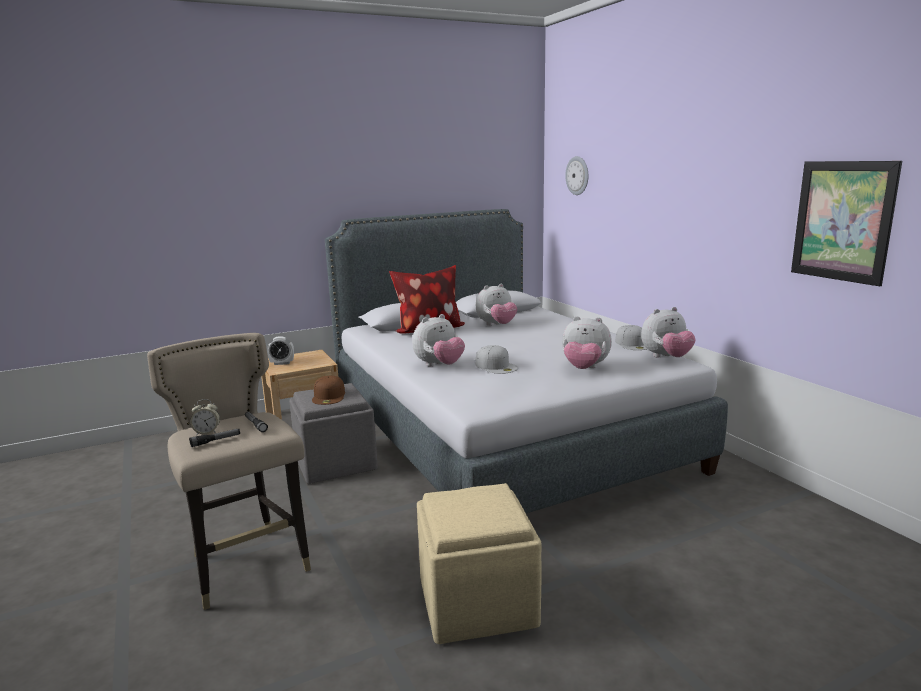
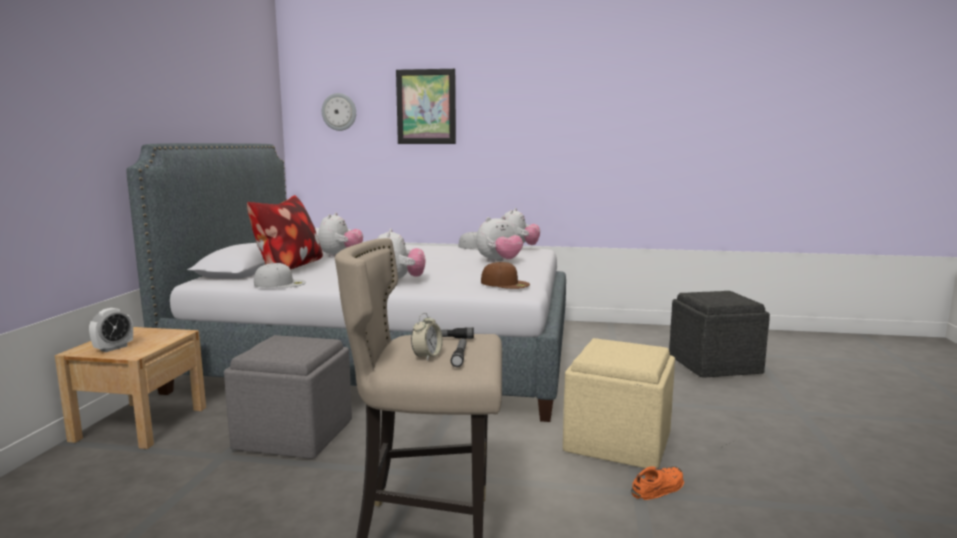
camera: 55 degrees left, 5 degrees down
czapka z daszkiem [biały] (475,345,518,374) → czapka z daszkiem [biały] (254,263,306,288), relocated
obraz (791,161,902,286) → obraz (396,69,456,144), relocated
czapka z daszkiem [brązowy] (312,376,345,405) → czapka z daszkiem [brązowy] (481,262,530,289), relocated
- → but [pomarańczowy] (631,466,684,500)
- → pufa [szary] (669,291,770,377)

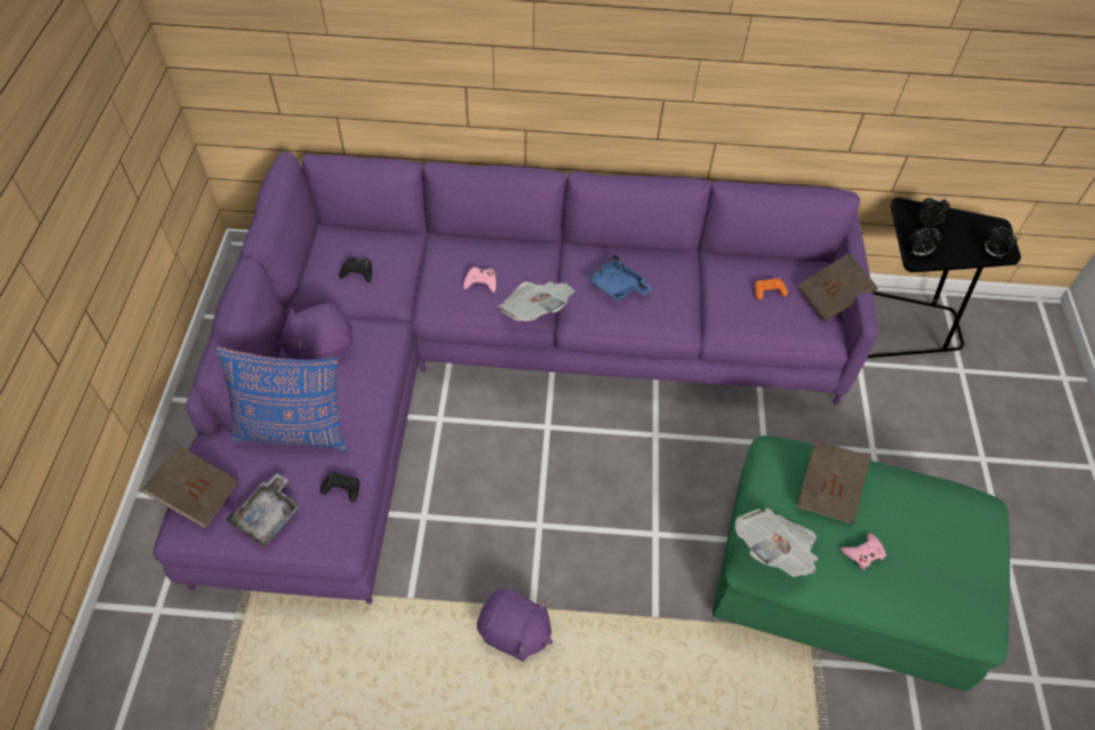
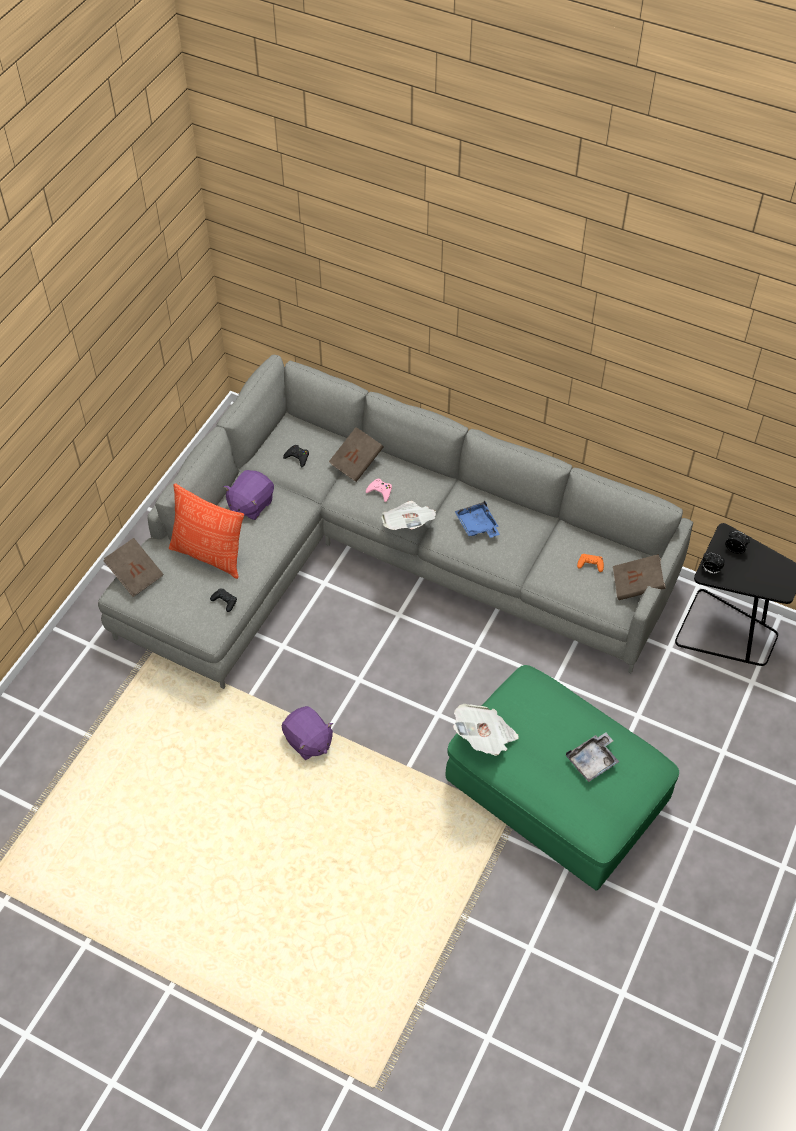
camera: 25 degrees right, 0 degrees up
kanapa [fioletowy] (153,152,879,604) → kanapa [szary] (98,355,693,689)
poduszka [niebieski] (215,347,348,452) → poduszka [pomarańczowy] (169,483,244,579)
pluszak [fioletowy] (278,303,353,361) → pluszak [fioletowy] (224,470,274,520), 60 degrees counterclockwise
książka [brązowy] (797,440,871,524) → książka [brązowy] (329,427,384,482), relocated
taca [szary] (225,473,301,547) → taca [szary] (566,733,619,782), relocated
pad do gier [różowy] (841,533,886,570) → -
budzik (983,227,1017,258) → -

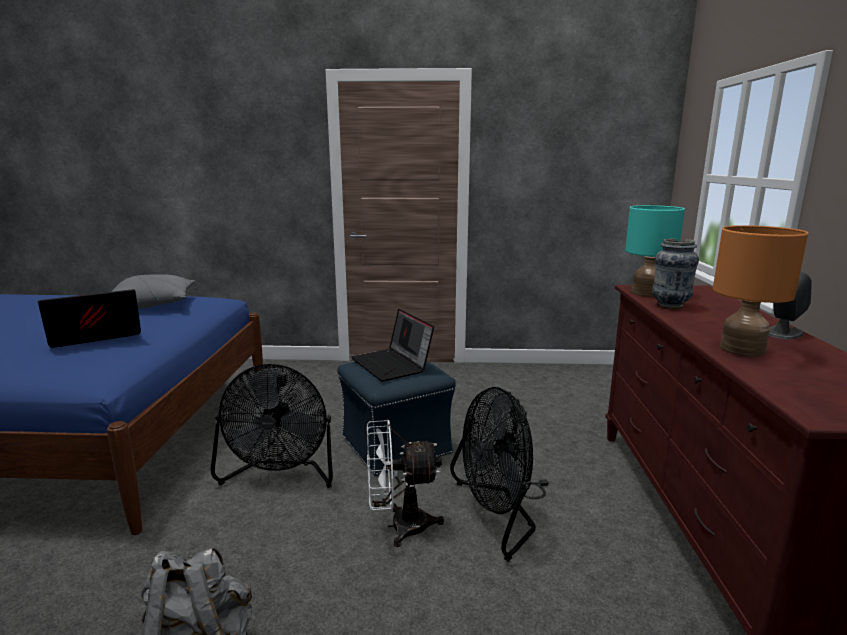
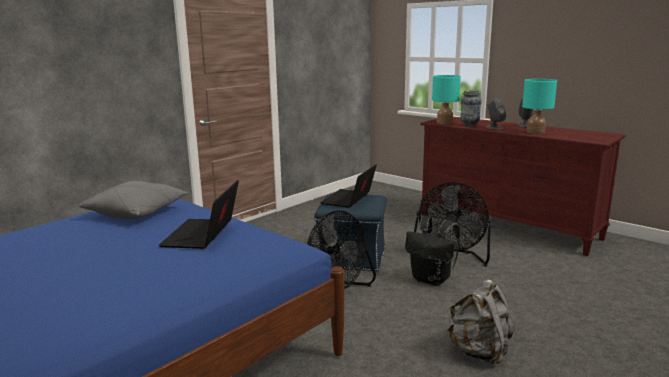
camera: 50 degrees left, 0 degrees up
laptop (351,309,434,382) → laptop (320,164,377,208), 105 degrees clockwise
wentylator [biały] (367,420,444,547) → plecak [czarny] (405,216,460,286)
- → głośnik [szary] (486,98,506,130)
lampa stołowa [pomarańczowy] (712,225,808,357) → lampa stołowa [turkusowy] (522,79,557,134)

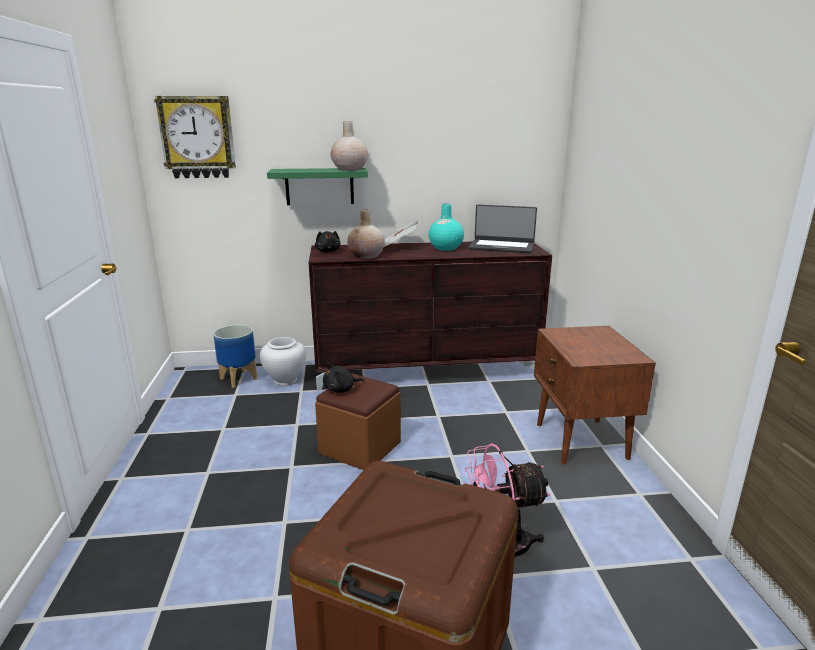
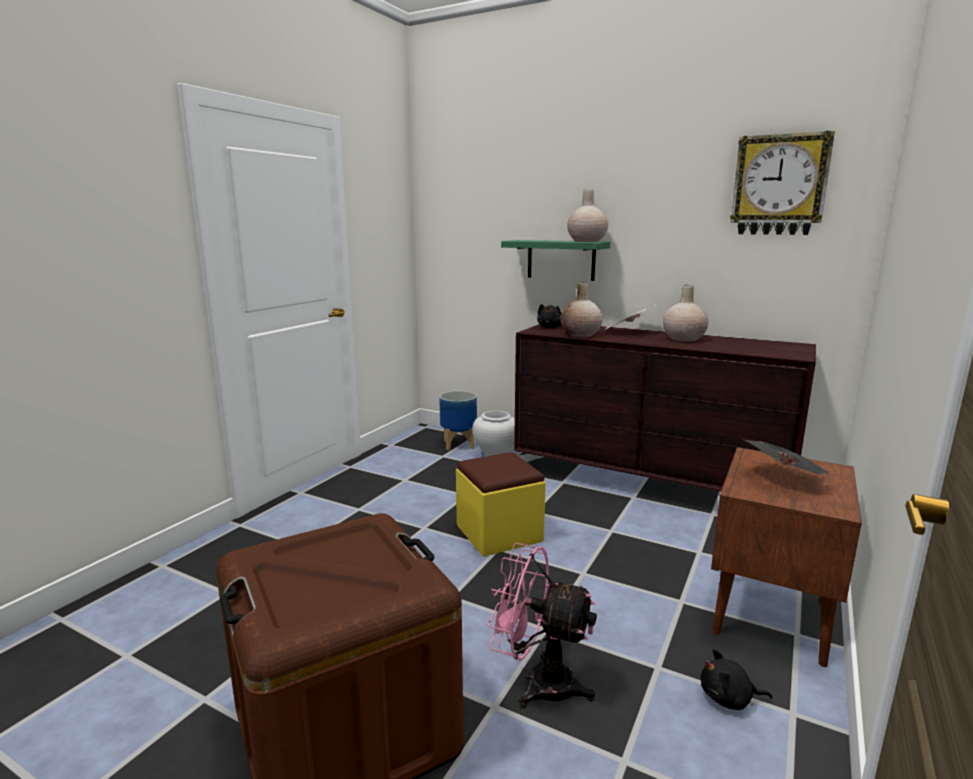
camera: 35 degrees right, 5 degrees down
pufa [brązowy] (315,374,401,470) → pufa [żółty] (456,452,546,557)
wazon [turkusowy] (428,203,464,251) → wazon [beżowy] (663,285,708,342)
pluszak [czarny] (323,363,364,393) → pluszak [czarny] (701,649,772,710), relocated
zegar ścienny (154,96,236,178) → zegar ścienny (730,131,835,235), relocated
- → gazeta (744,440,830,476)
laptop (468,204,537,253) → -

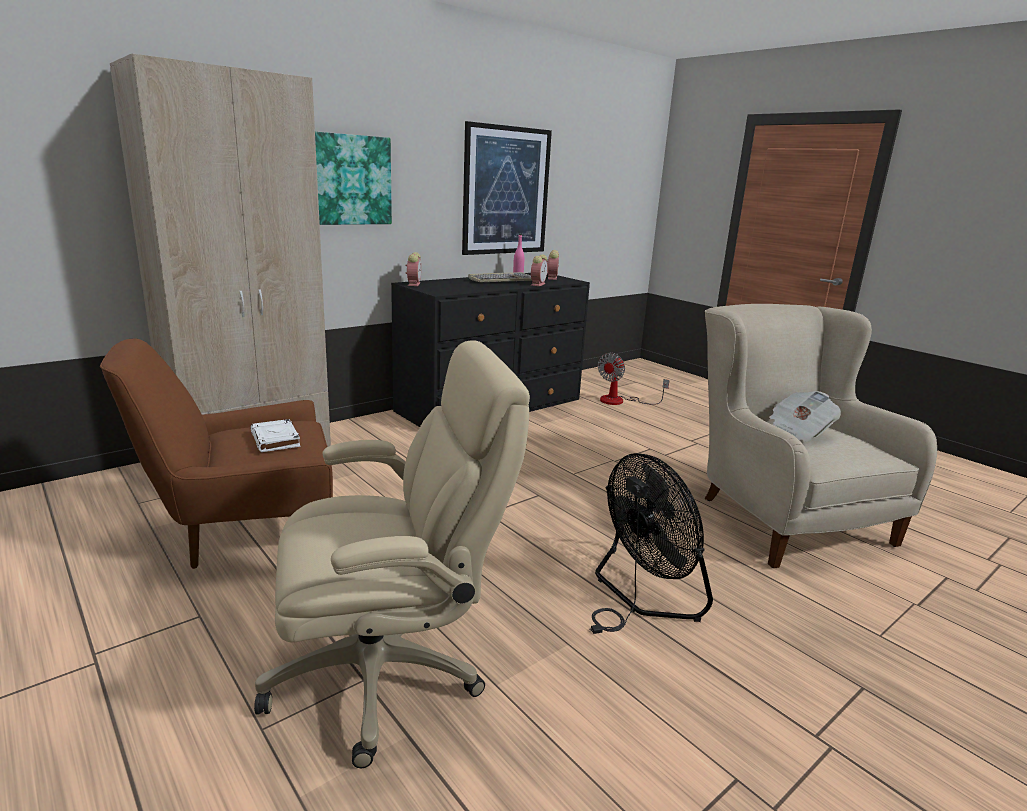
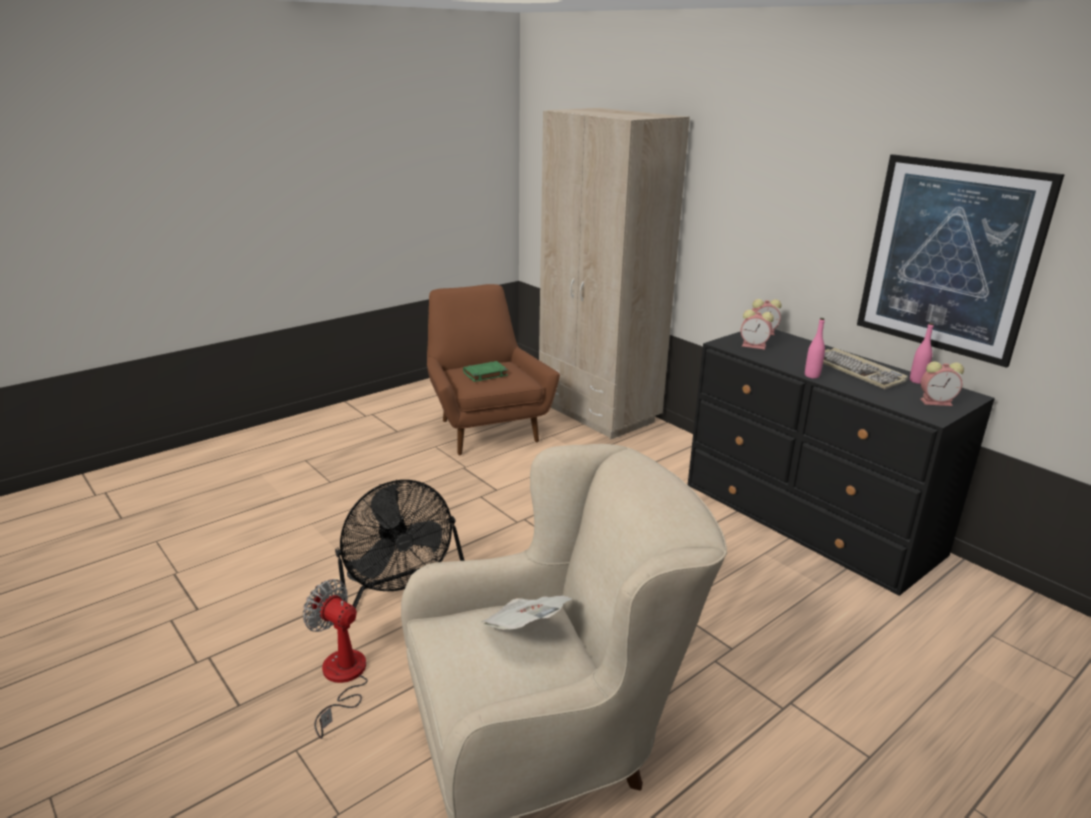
camera: 90 degrees right, 5 degrees up
wentylator (598,352,669,405) → wentylator (303,579,368,739), relocated
książka [biały] (250,419,301,452) → książka [zielony] (463,361,508,382)
budzik (531,254,548,286) → budzik (741,310,774,350), relocated
- → butelka [różowy] (805,318,825,378)
krzesło biurowe [beżowy] (254,340,530,768) → -
obraz (315,132,392,225) → -

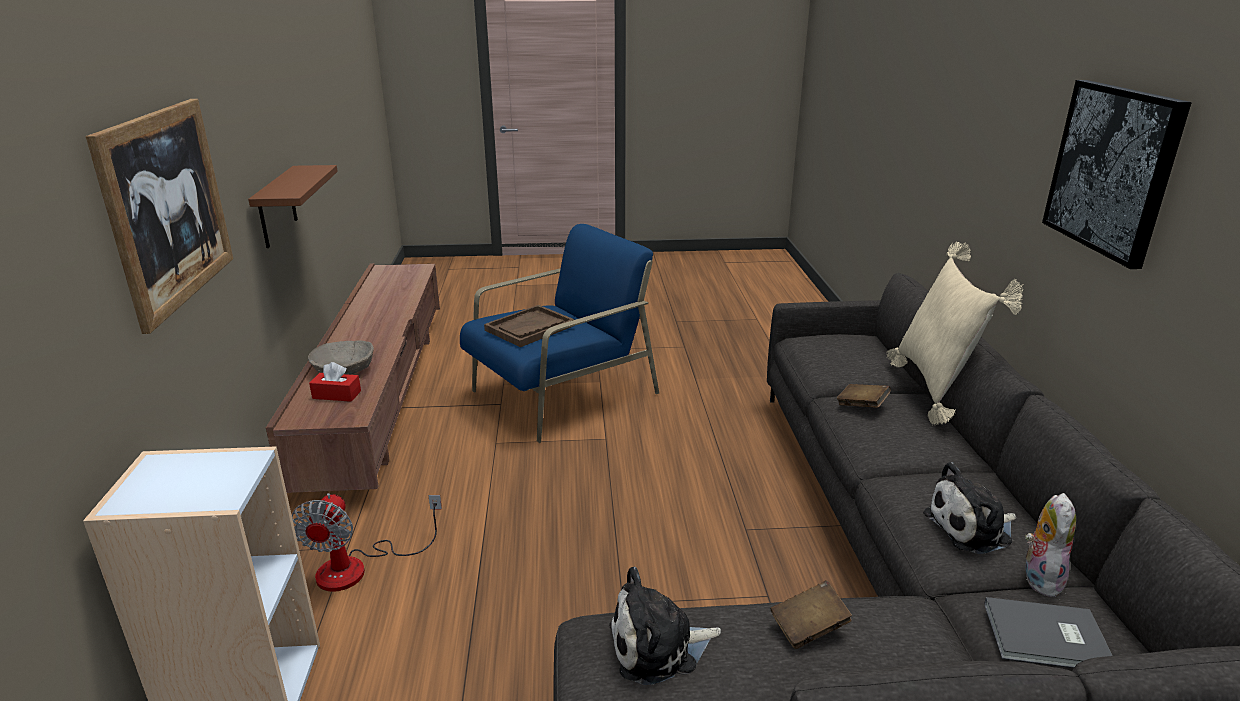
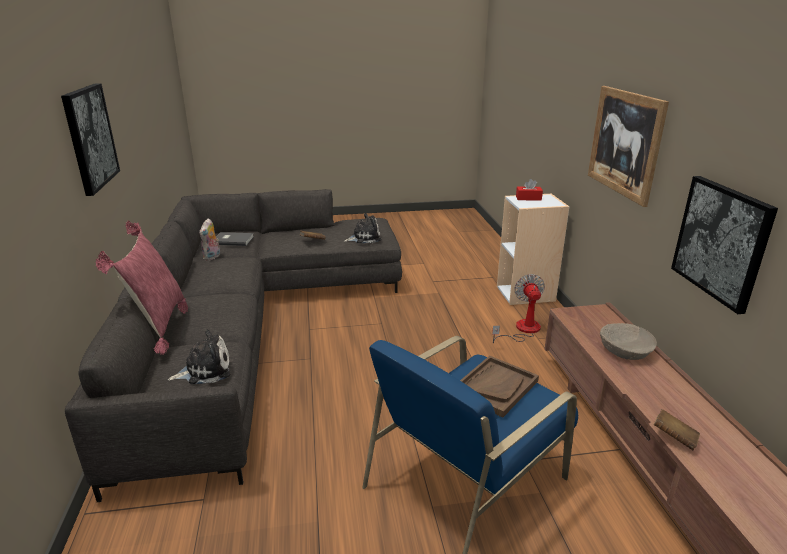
camera: 175 degrees right, 0 degrees up
poduszka [beżowy] (886,242,1024,426) → poduszka [czerwony] (95,220,188,355)
pluszak (923,462,1016,554) → pluszak (168,329,230,384), relocated
pudełko chusteczek [czerwony] (309,362,361,402) → pudełko chusteczek [czerwony] (516,179,543,201), relocated
książka [brązowy] (837,384,891,408) → książka [brązowy] (654,409,700,450), relocated
półka [brązowy] (248,165,338,248) → obraz (671,176,778,314)

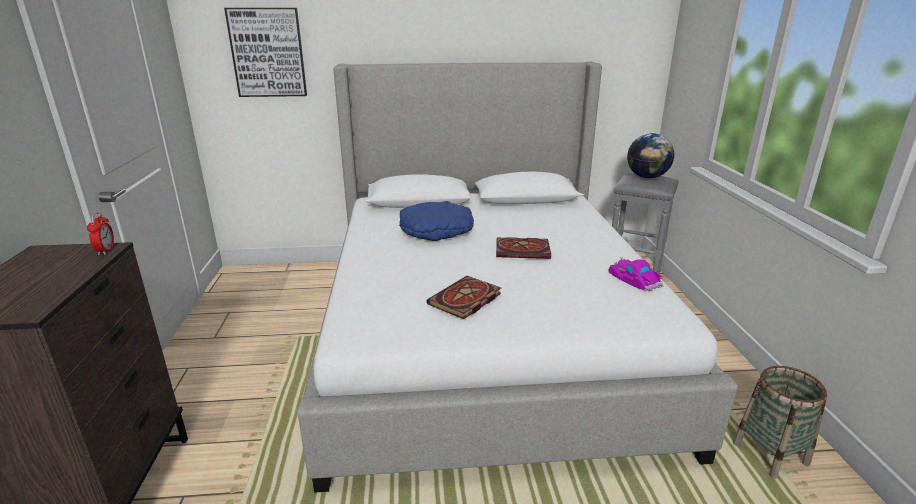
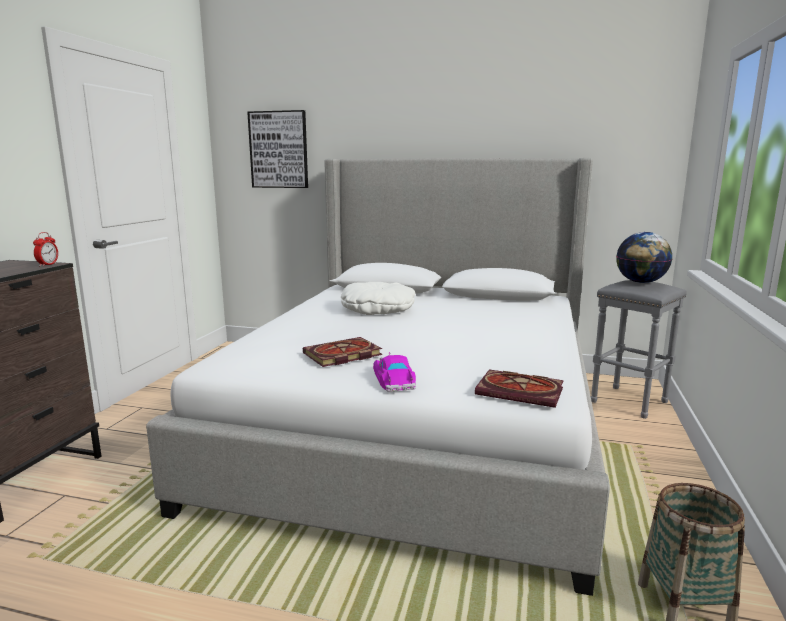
camera: 20 degrees right, 10 degrees down
poduszka [niebieski] (399,201,474,241) → poduszka [biały] (341,282,415,315)
samochodzik (608,257,664,291) → samochodzik (373,352,416,392), relocated
książka (496,237,551,259) → książka (475,369,564,408), relocated

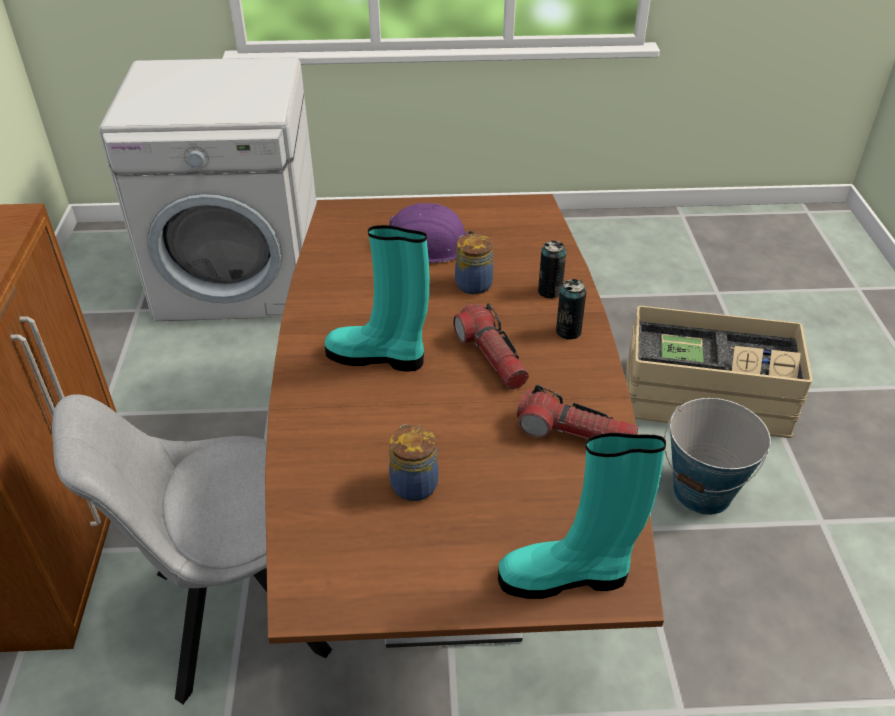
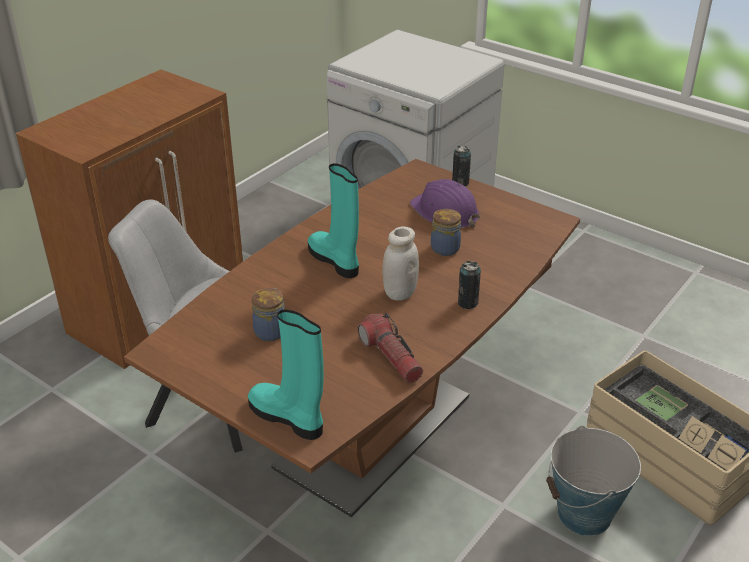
camera: 40 degrees right, 5 degrees down
latarka (453,303,529,389) → słoik [biały] (382,227,419,301)
puszka (538,240,566,299) → puszka (452,146,471,186), relocated

